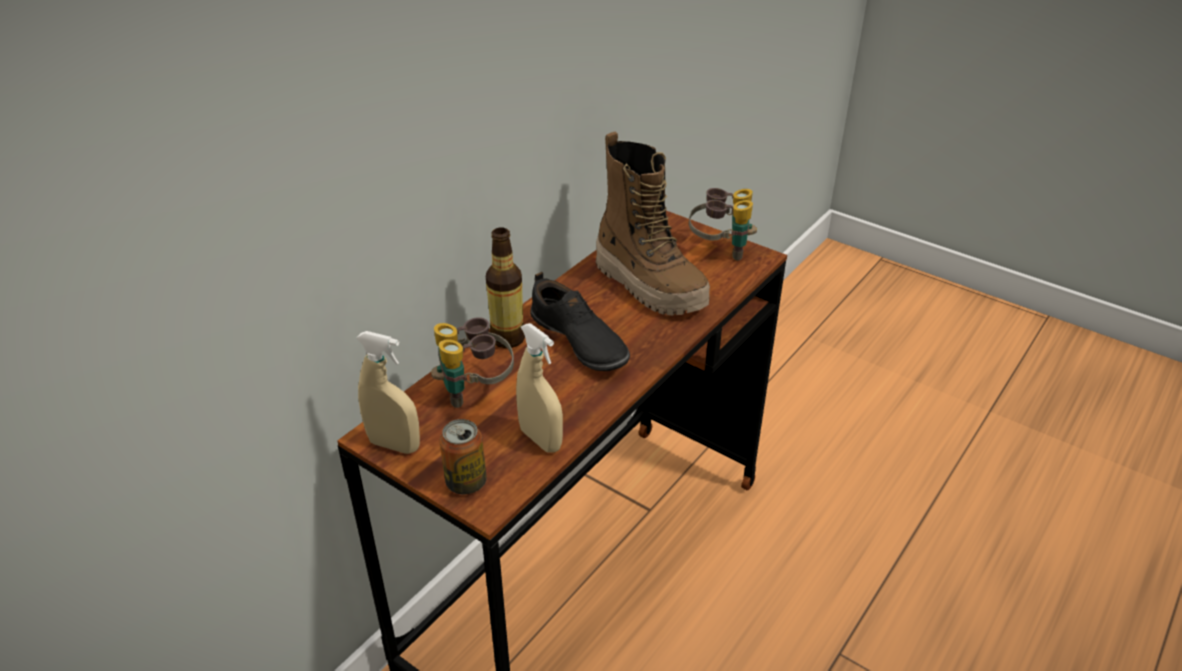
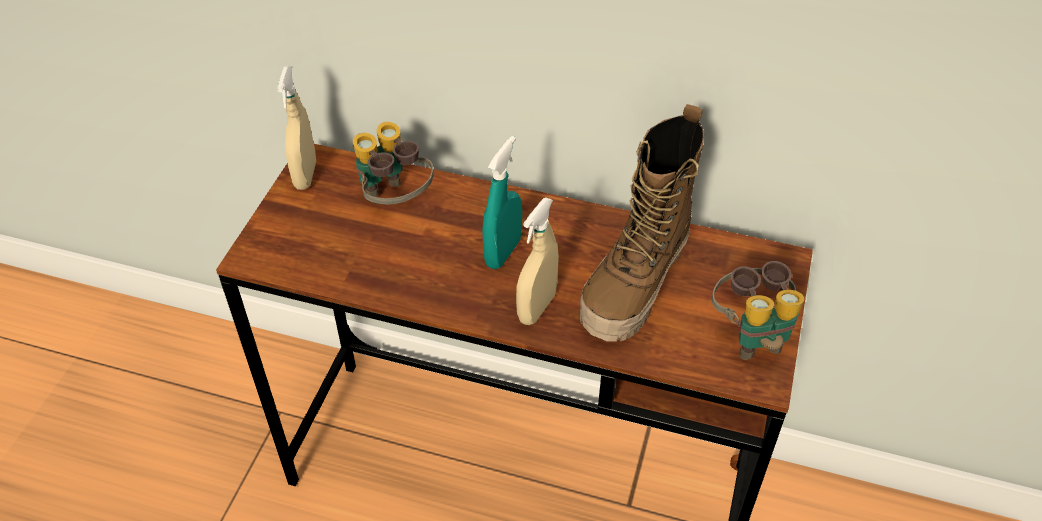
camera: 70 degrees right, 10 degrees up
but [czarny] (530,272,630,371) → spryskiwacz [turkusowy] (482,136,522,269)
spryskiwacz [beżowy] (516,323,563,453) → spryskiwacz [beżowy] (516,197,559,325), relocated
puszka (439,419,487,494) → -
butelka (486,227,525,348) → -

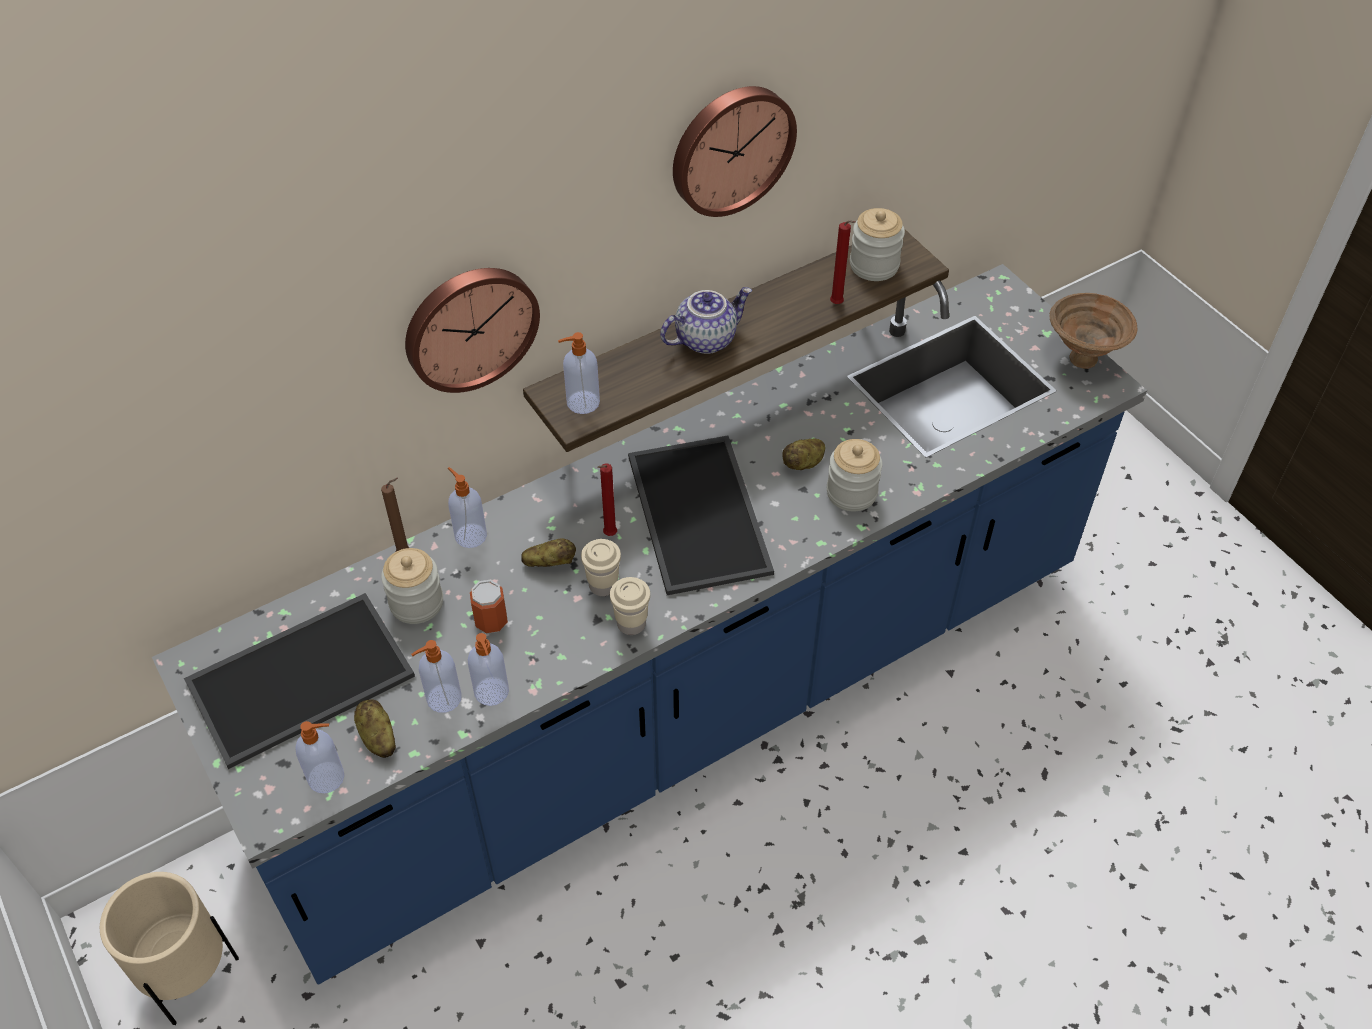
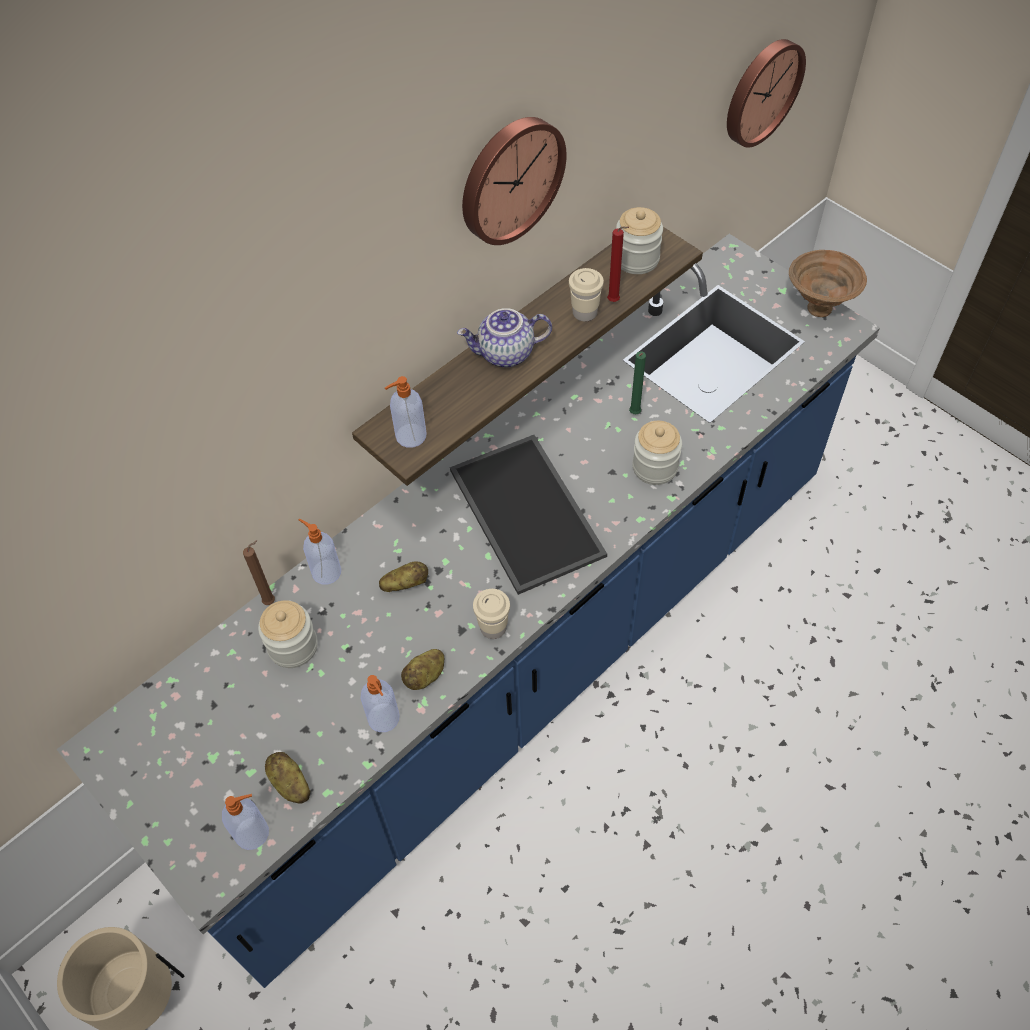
camera: 10 degrees left, 5 degrees up
ziemniak (782,439,825,470) → ziemniak (401,649,444,690), relocated
imbryk (660,287,752,354) → imbryk (457,308,552,367), 150 degrees counterclockwise
filiżanka [beżowy] (581,539,621,596) → filiżanka [beżowy] (569,268,604,322), relocated
- → świeca [zielony] (629,351,646,414)
zegar ścienny (405,268,540,393) → zegar ścienny (727,39,806,148), relocated
taca (184,593,415,769) → -
dozownik mydła (411,640,462,713) → -
puszka (470,580,508,634) → -
świeca [czerwony] (597,464,617,536) → -

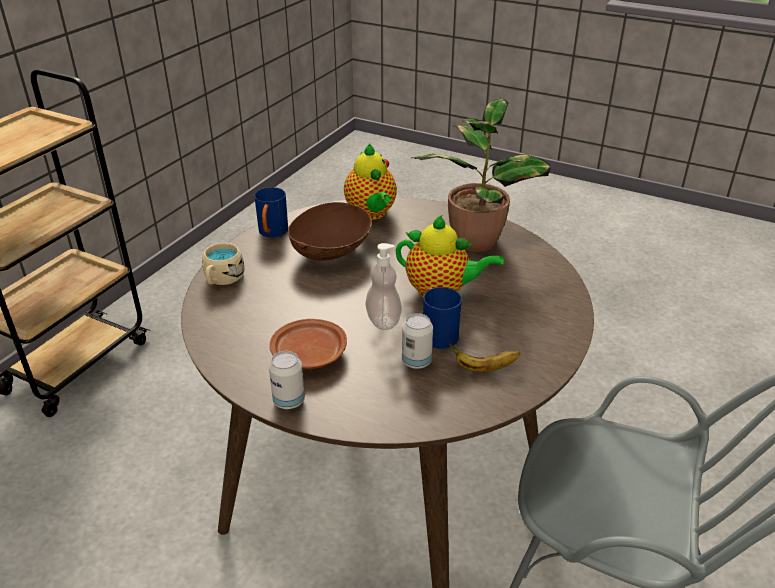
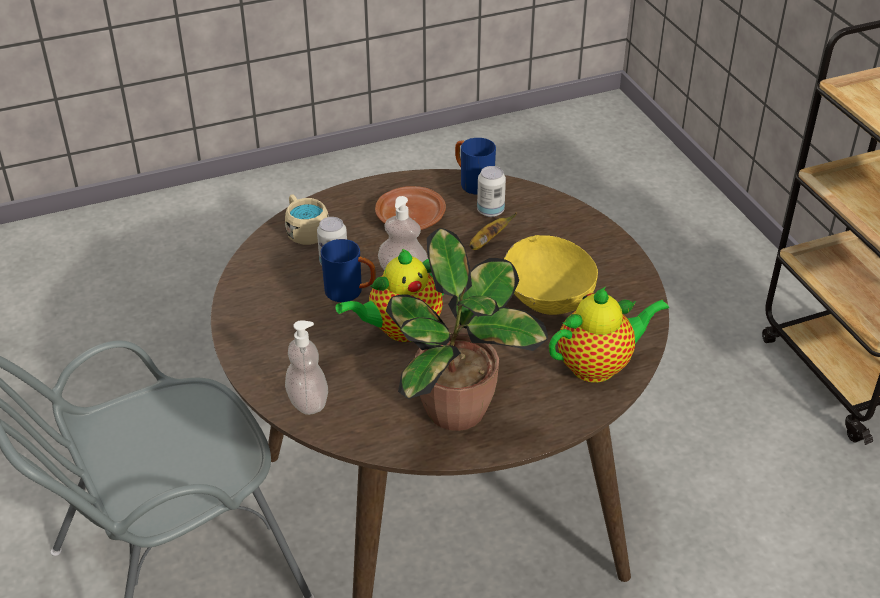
camera: 130 degrees right, 5 degrees up
kubek [beżowy] (202,243,244,285) → kubek [beżowy] (285,195,329,245), relocated
- → dozownik mydła (285,320,328,415)
kubek [niebieski] (254,187,288,237) → kubek [niebieski] (455,138,496,195), relocated
banan (449,343,520,372) → banan (470,213,517,250), relocated
puszka (269,351,305,409) → puszka (477,166,506,217), relocated
miska [brązowy] (288,202,372,261) → miska [żółty] (504,235,598,315)
imbryk (344,144,397,220) → imbryk (549,287,669,383), 135 degrees clockwise

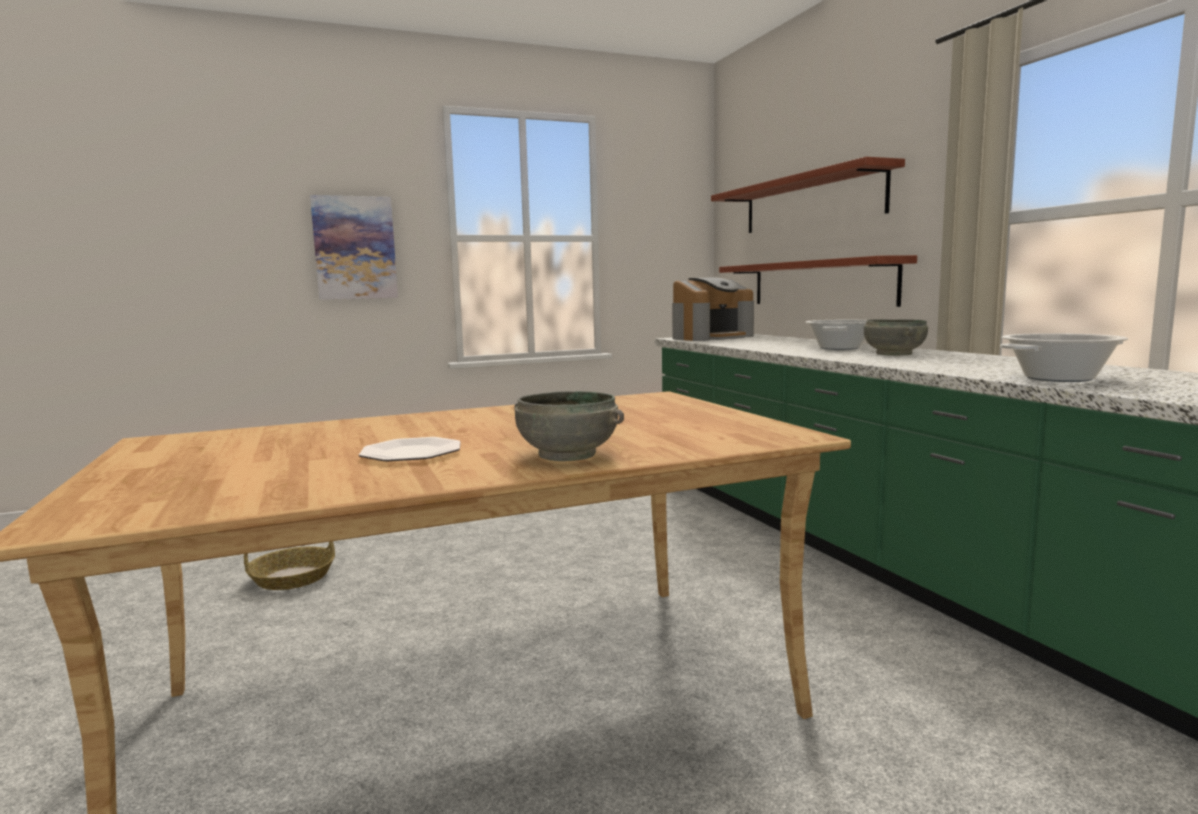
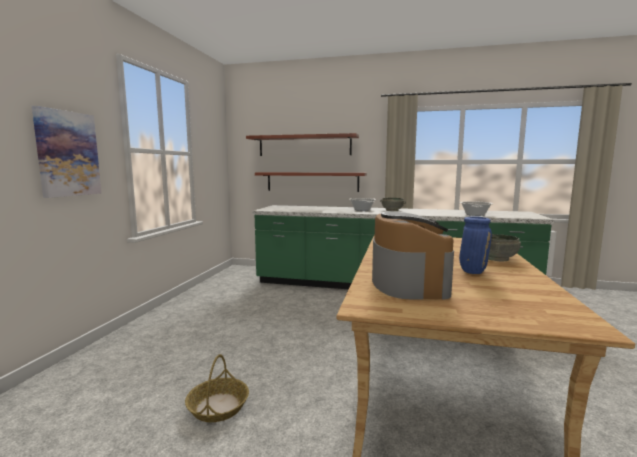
camera: 55 degrees left, 0 degrees up
ekspres do kawy (672,278,754,341) → ekspres do kawy (372,211,454,300), relocated
talerz (359,437,461,461) → wazon [niebieski] (459,216,492,274)

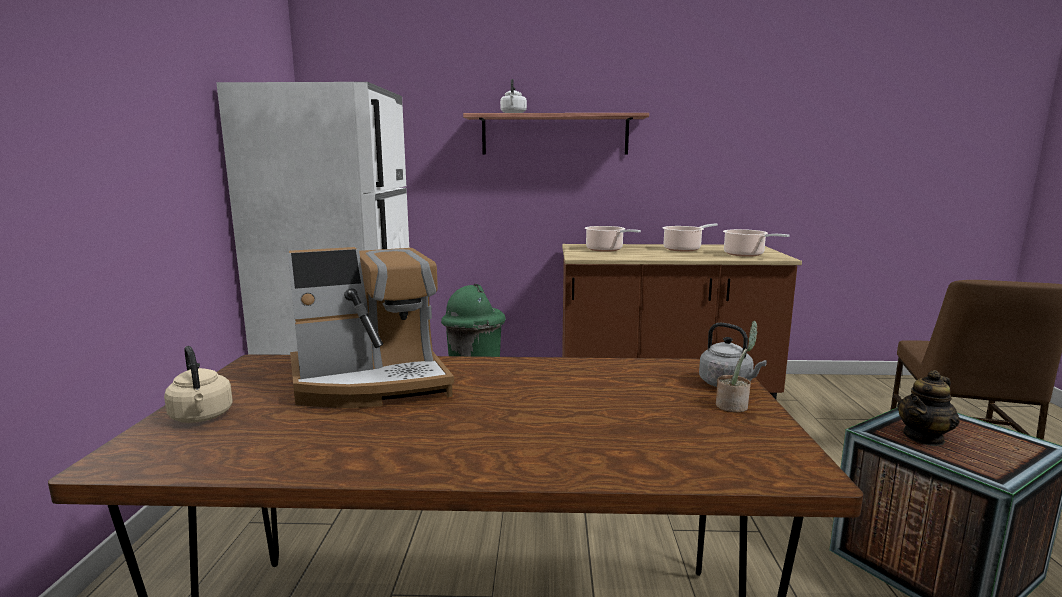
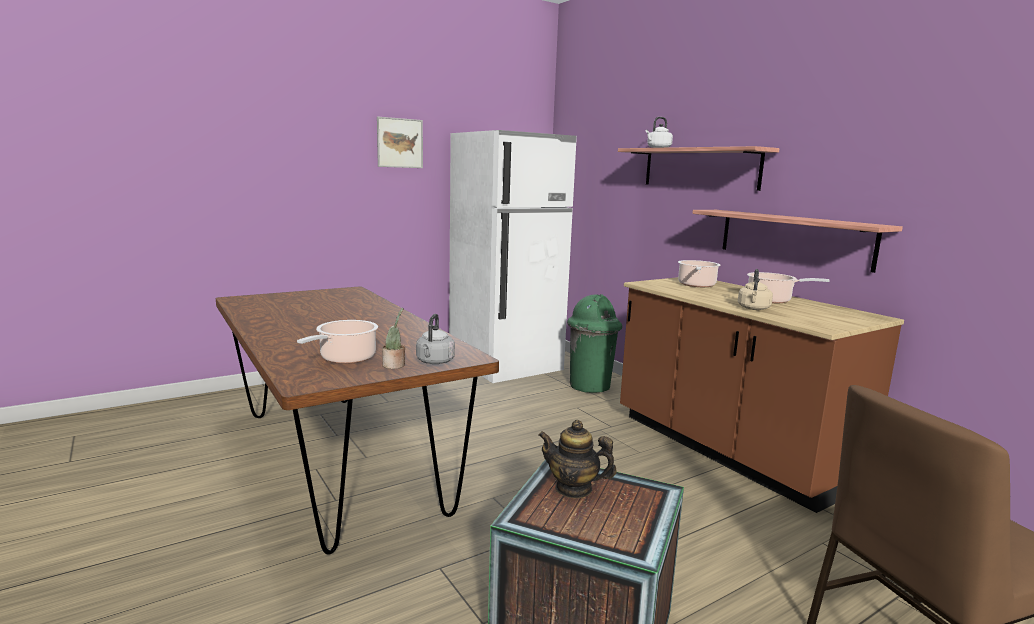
camera: 55 degrees right, 0 degrees up
garnek (723,229,789,257) → garnek (297,320,378,364), relocated
- → obraz (377,117,423,168)
- → półka (692,210,903,273)
czajnik [beżowy] (164,346,233,423) → czajnik [beżowy] (738,269,773,310), relocated
ekspres do kawy (288,247,454,408) → -

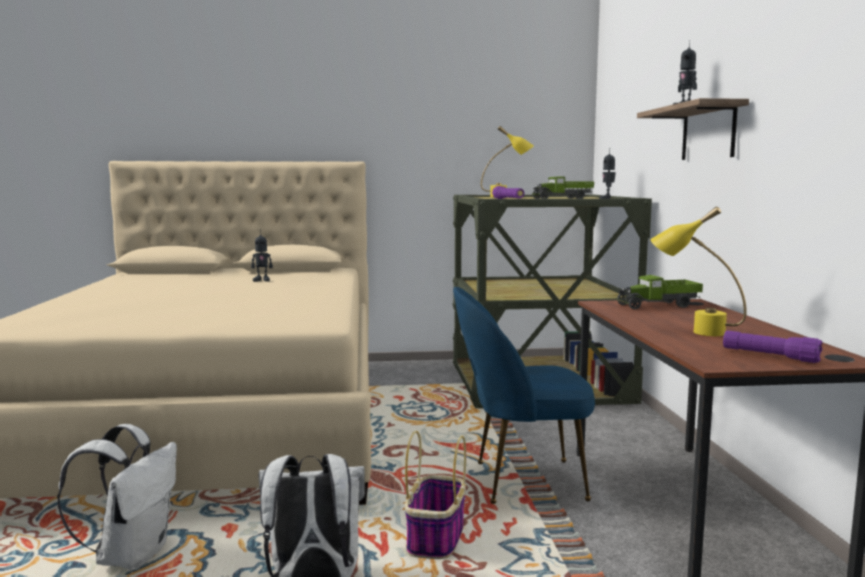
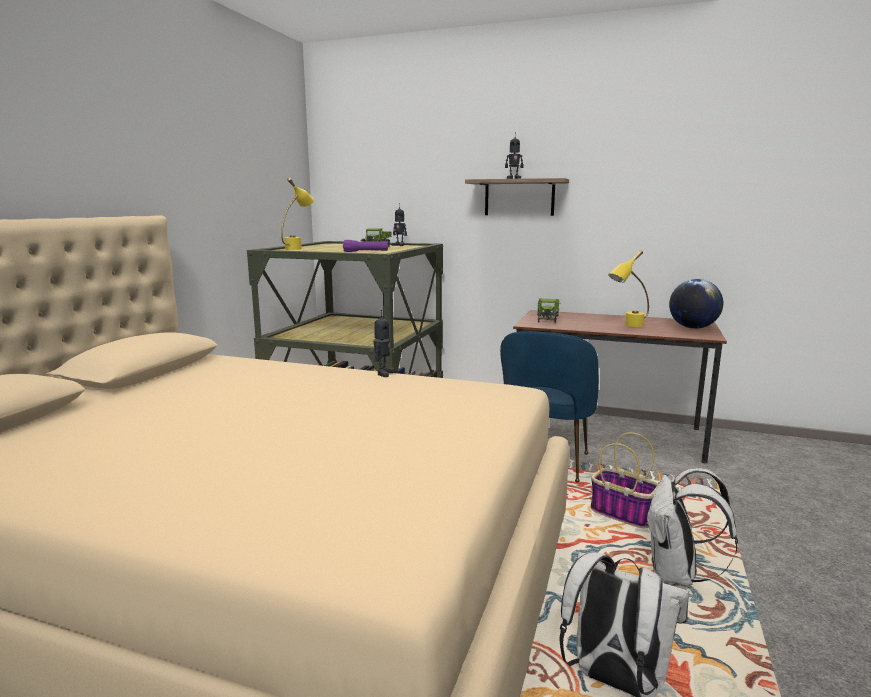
camera: 65 degrees left, 5 degrees up
robot zabawkowy (251,229,273,282) → robot zabawkowy (374,310,395,377), relocated
latarka [fioletowy] (723,331,823,363) → globus (669,279,723,329)

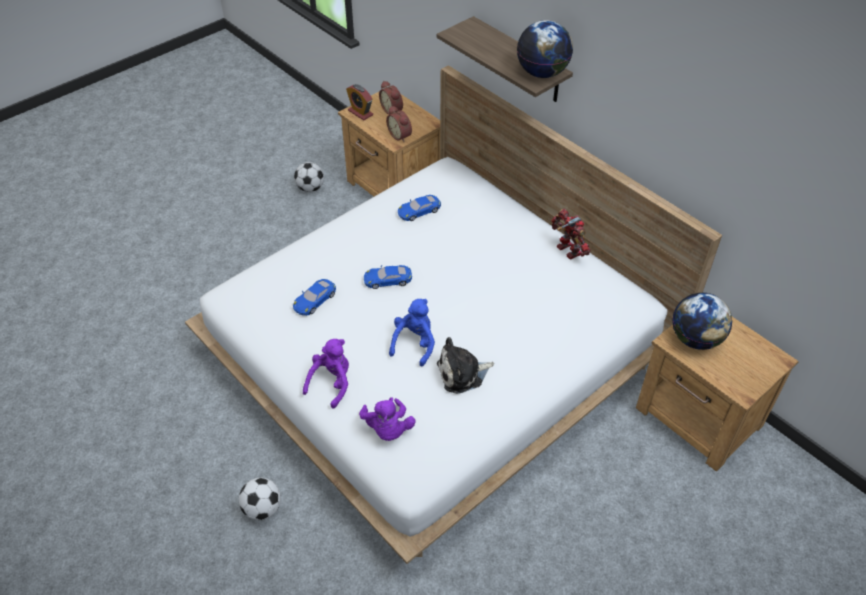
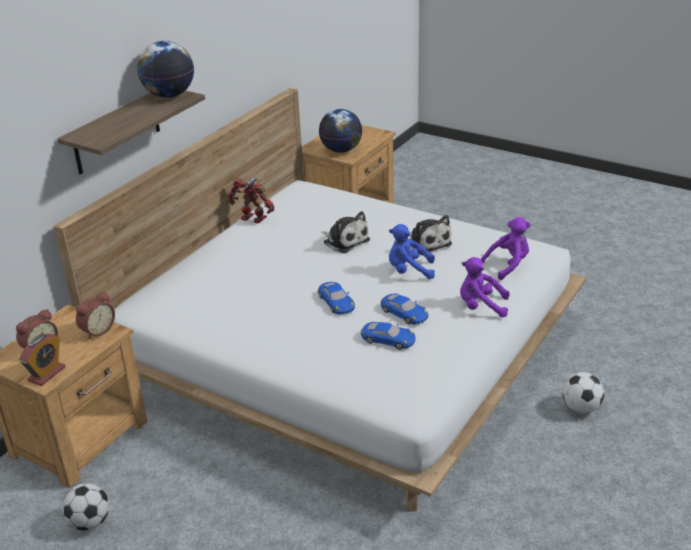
camera: 105 degrees left, 15 degrees down
robot zabawkowy (552,209,591,259) → robot zabawkowy (228,177,274,223), 75 degrees clockwise
- → pluszak (321,211,370,253)
samochodzik [niebieski] (398,195,441,221) → samochodzik [niebieski] (381,294,428,325), relocated

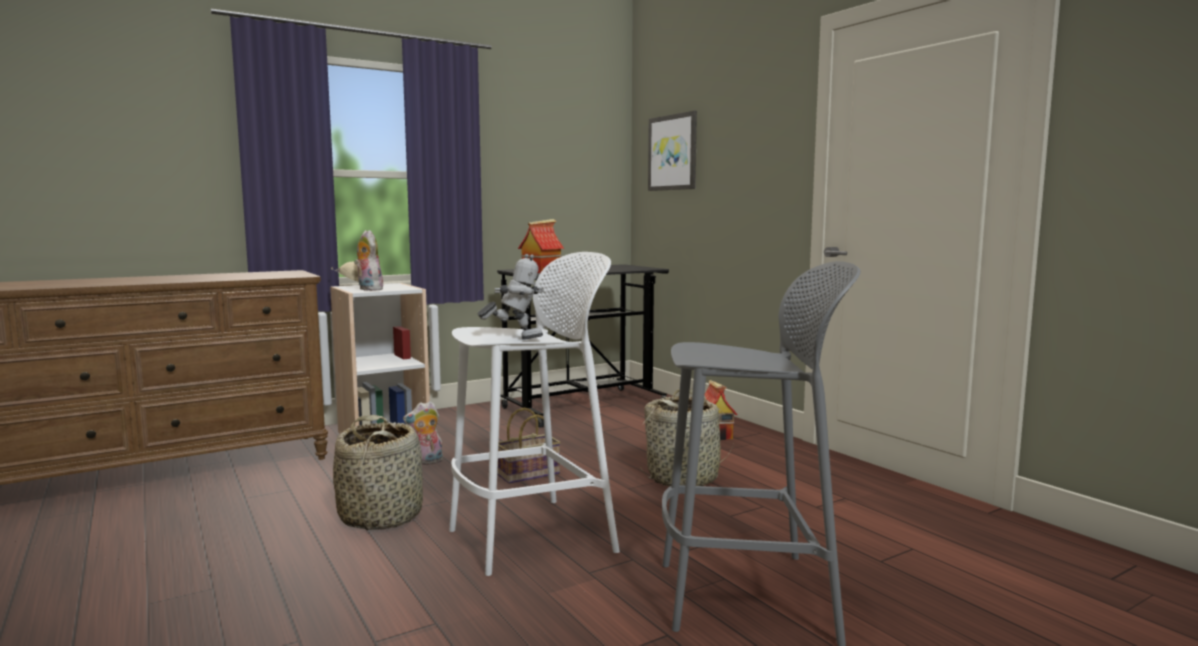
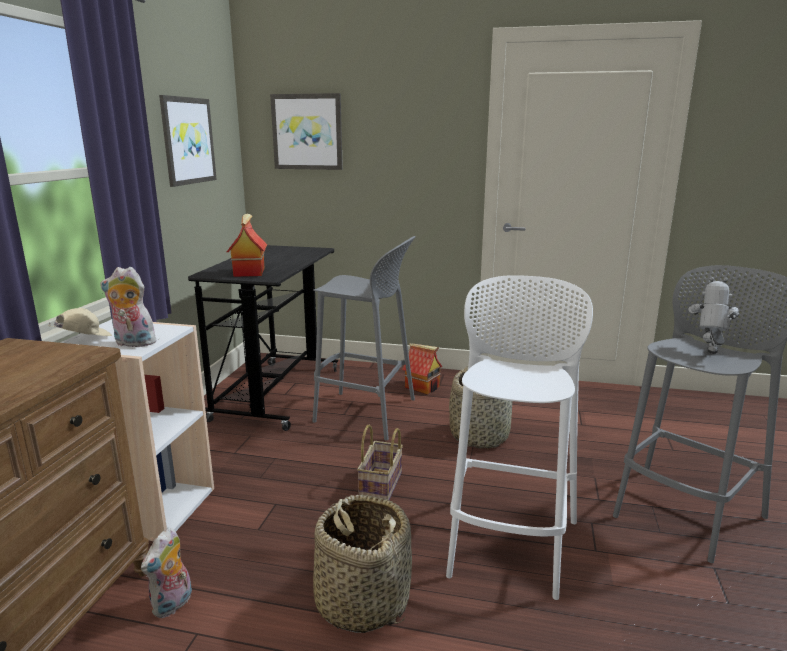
camera: 45 degrees left, 10 degrees up
pluszak (403,401,443,465) → pluszak (141,528,192,618), relocated
- → obraz (159,95,217,187)
- → stołek [szary] (312,236,416,441)
robot zabawkowy (477,254,544,340) → robot zabawkowy (688,277,739,354), relocated

